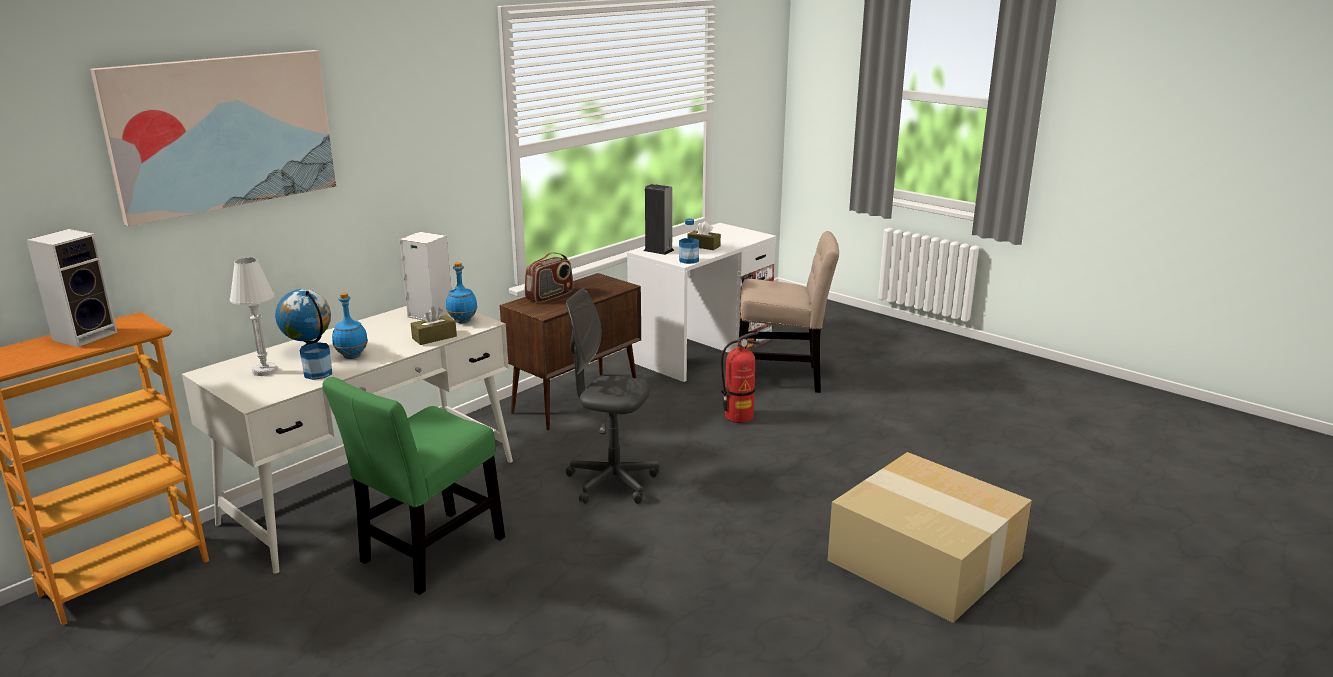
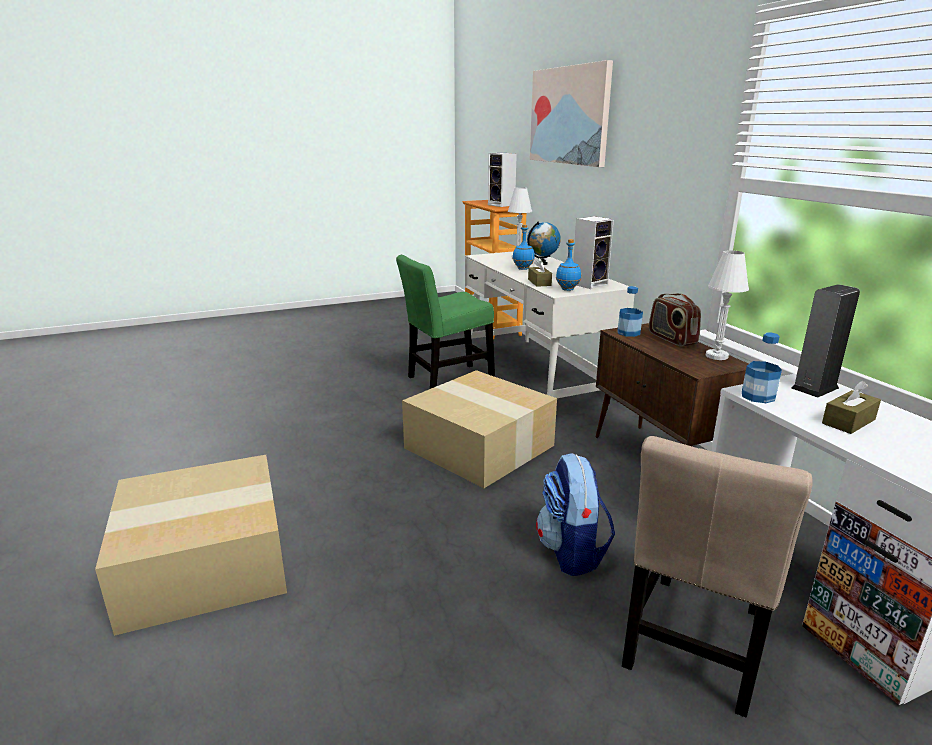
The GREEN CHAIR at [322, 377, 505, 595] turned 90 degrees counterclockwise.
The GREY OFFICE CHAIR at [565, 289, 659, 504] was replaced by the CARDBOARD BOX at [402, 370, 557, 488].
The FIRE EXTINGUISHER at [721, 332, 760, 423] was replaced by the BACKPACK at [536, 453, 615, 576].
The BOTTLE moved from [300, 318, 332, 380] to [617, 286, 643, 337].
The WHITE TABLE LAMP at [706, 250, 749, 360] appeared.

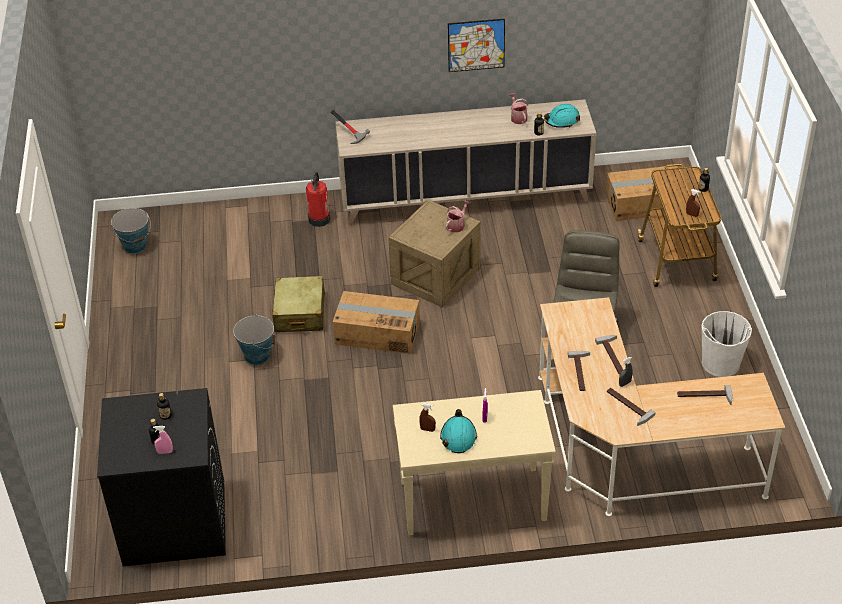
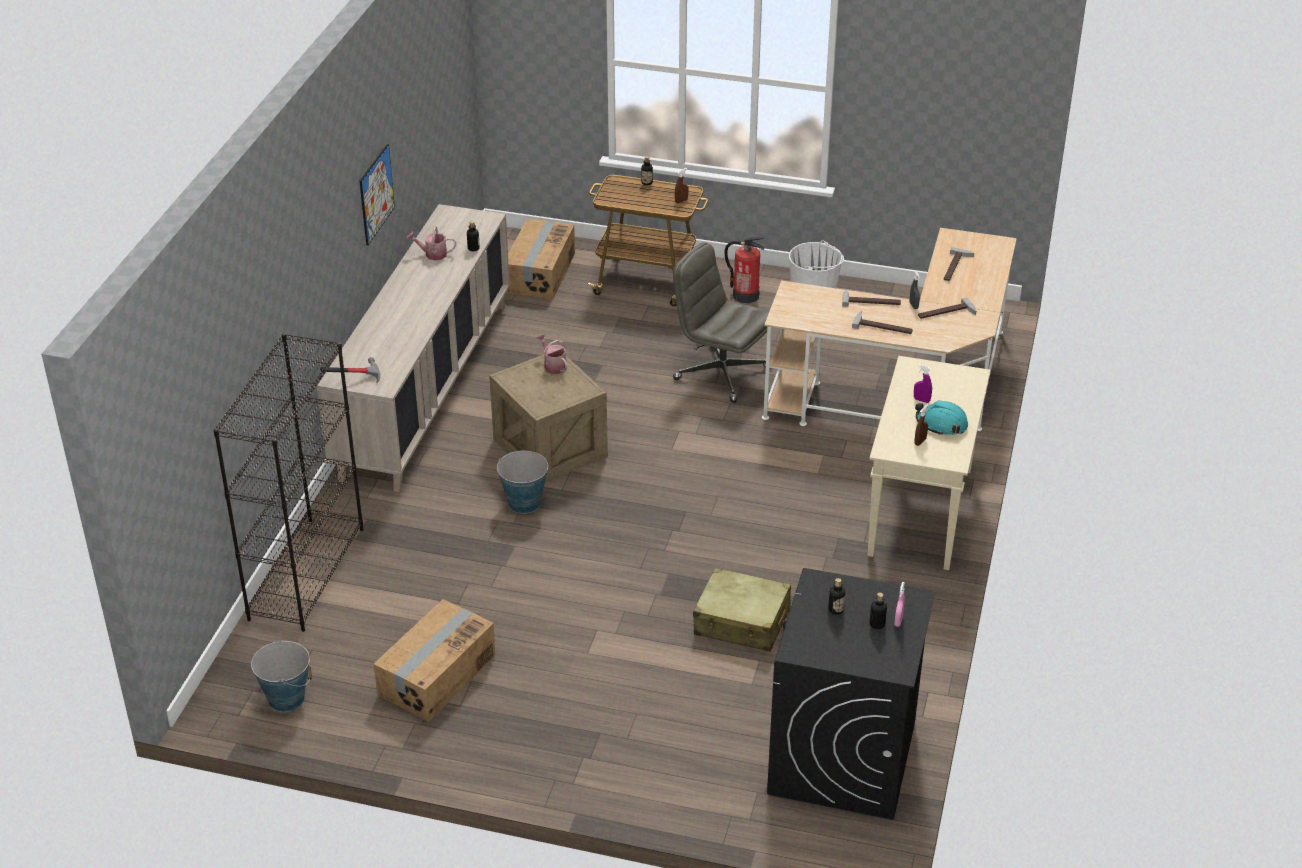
The BLACK BOOKCASE at [213, 333, 363, 632] appeared.
The CARDBOARD BOX moved from [333, 291, 420, 354] to [373, 599, 495, 722].
The BUCKET moved from [233, 314, 276, 365] to [497, 451, 550, 514].
The BEIGE SUITCASE moved from [272, 276, 325, 332] to [693, 568, 791, 652].
The FIRE EXTINGUISHER moved from [306, 172, 330, 227] to [725, 237, 764, 303].
The TURQUOISE HARD HAT at [544, 104, 580, 128] disappeared.

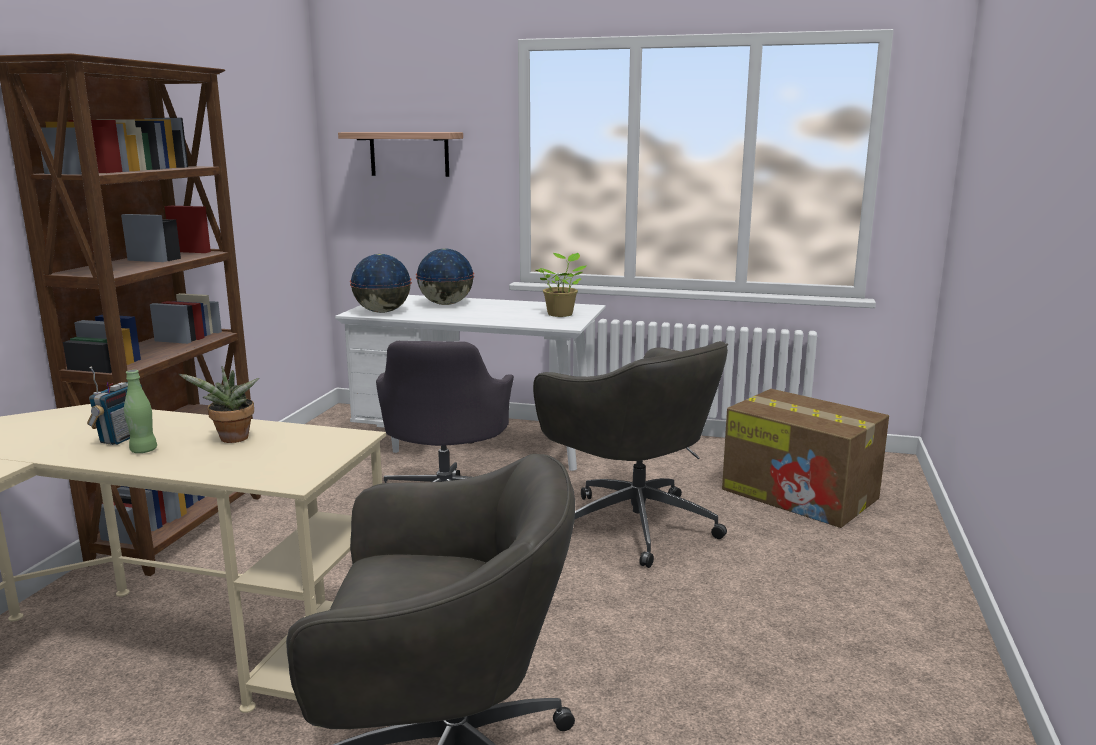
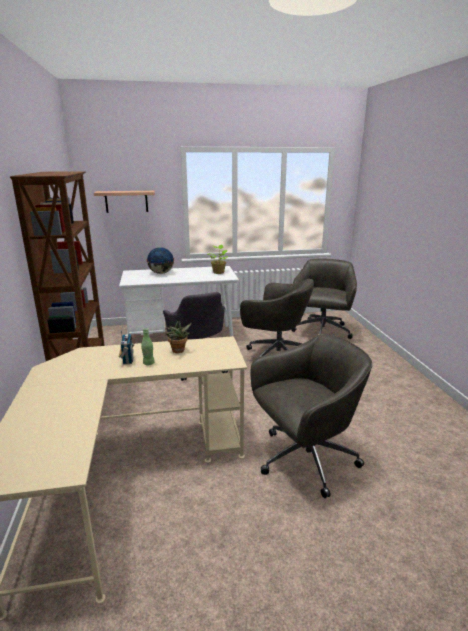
The CARDBOARD BOX at [722, 389, 889, 528] was replaced by the GREY OFFICE CHAIR at [291, 258, 357, 339].
The GLOBE at [350, 254, 412, 313] disappeared.

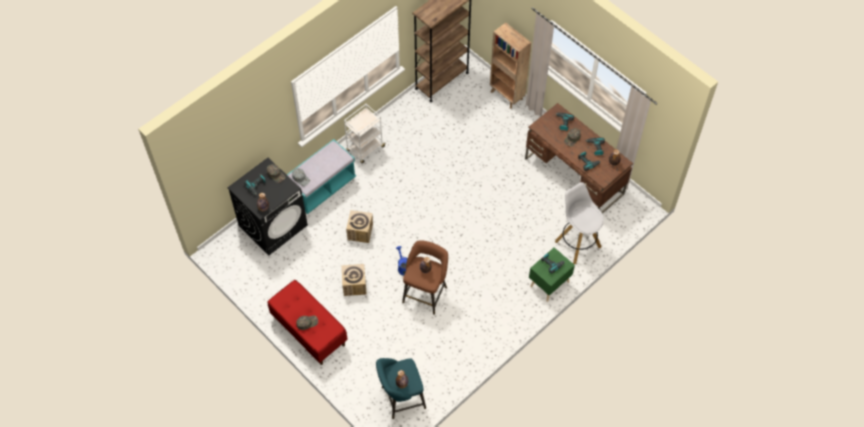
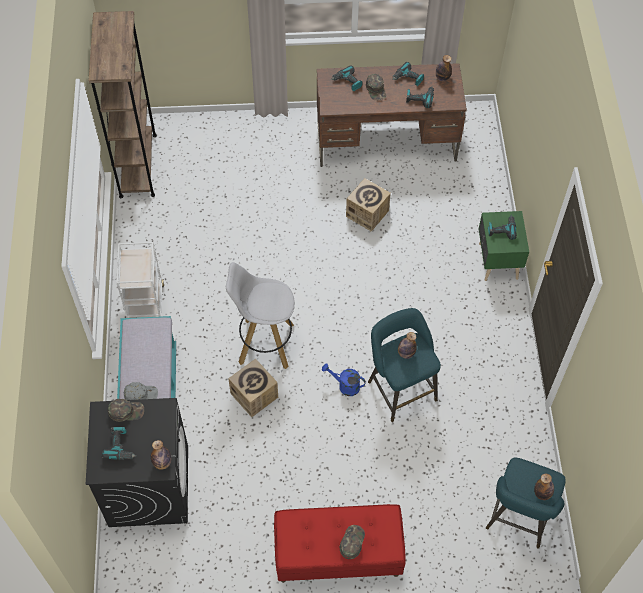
The WHITE STOOL moved from [555, 182, 604, 264] to [226, 262, 295, 369].
The CARDBOARD BOX moved from [342, 264, 367, 296] to [346, 178, 391, 232].
The BROWN STOOL at [402, 240, 448, 315] became the TURQUOISE STOOL at [368, 308, 441, 422].
The BROWN BOOKCASE at [490, 23, 531, 109] disappeared.

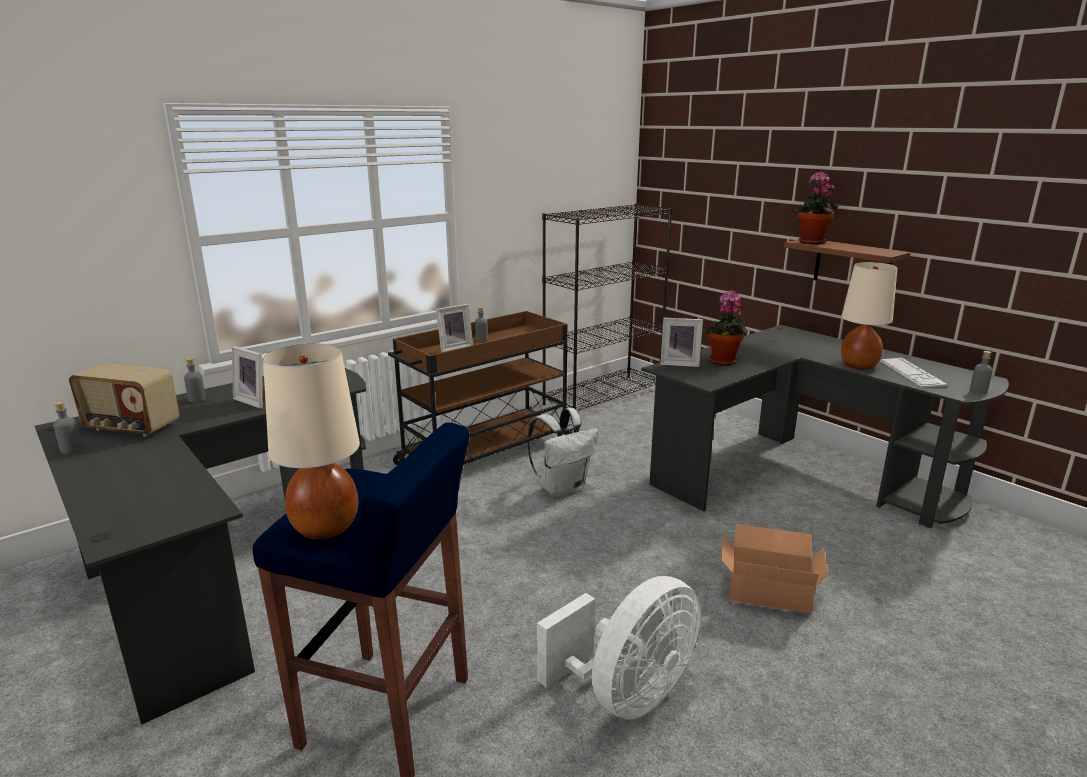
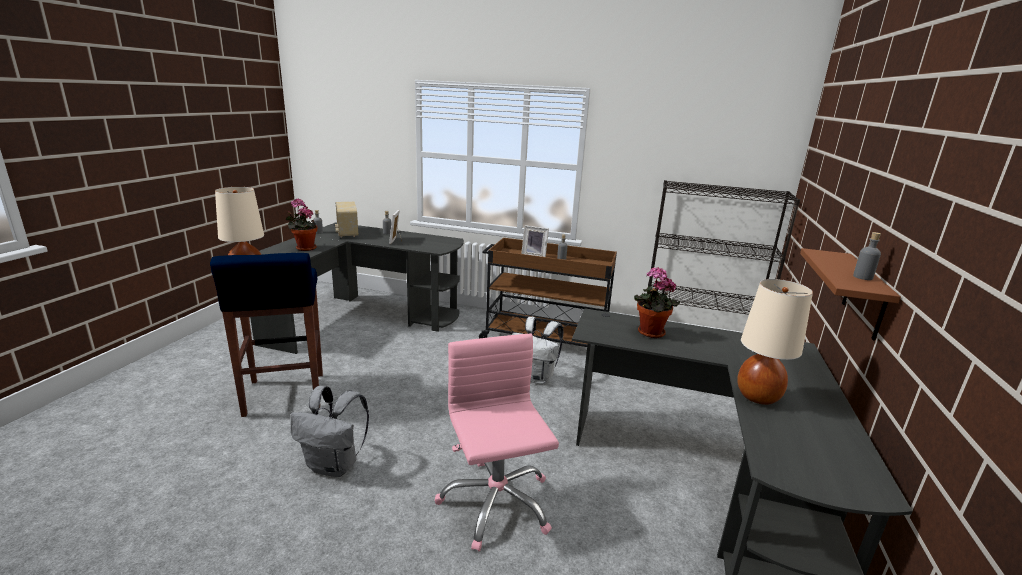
The POTTED PLANT moved from [793, 171, 840, 244] to [286, 198, 317, 251].
The WHITE FAN at [537, 576, 701, 720] was replaced by the GREY BACKPACK at [290, 386, 369, 477].
The CARDBOARD BOX at [721, 524, 828, 614] was replaced by the PINK OFFICE CHAIR at [435, 334, 559, 551].
The GREY BOTTLE moved from [970, 351, 993, 394] to [853, 232, 881, 280].
The PICTURE FRAME at [660, 318, 703, 367] disappeared.
The KEYBOARD at [879, 358, 947, 388] disappeared.

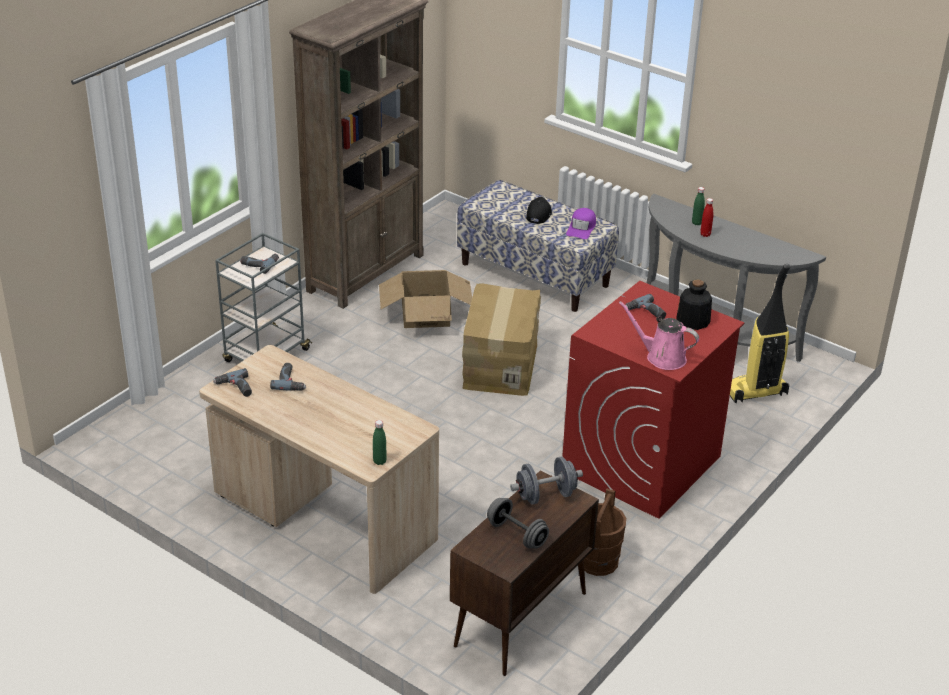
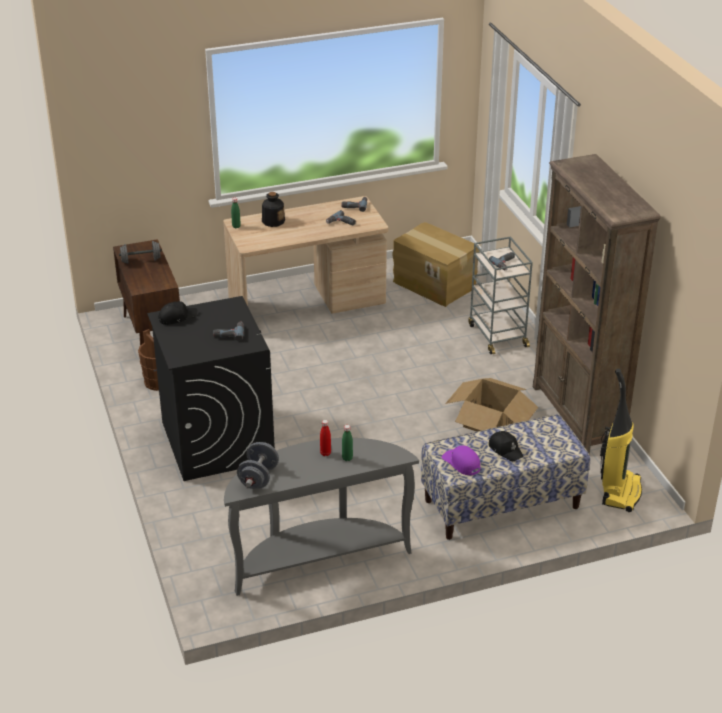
The RED WASHING MACHINE at [562, 281, 745, 519] became the BLACK WASHING MACHINE at [147, 296, 275, 481].
The PINK WATERING CAN at [619, 301, 699, 370] was replaced by the BLACK CAP at [159, 301, 197, 325].
The GREY DUMBBELL moved from [510, 457, 583, 504] to [237, 442, 279, 489].
The BOTTLE moved from [676, 279, 712, 330] to [262, 192, 285, 227].
The CARDBOARD BOX moved from [462, 283, 541, 396] to [392, 222, 480, 307].
The VACUUM CLEANER moved from [730, 264, 791, 403] to [600, 369, 642, 512].

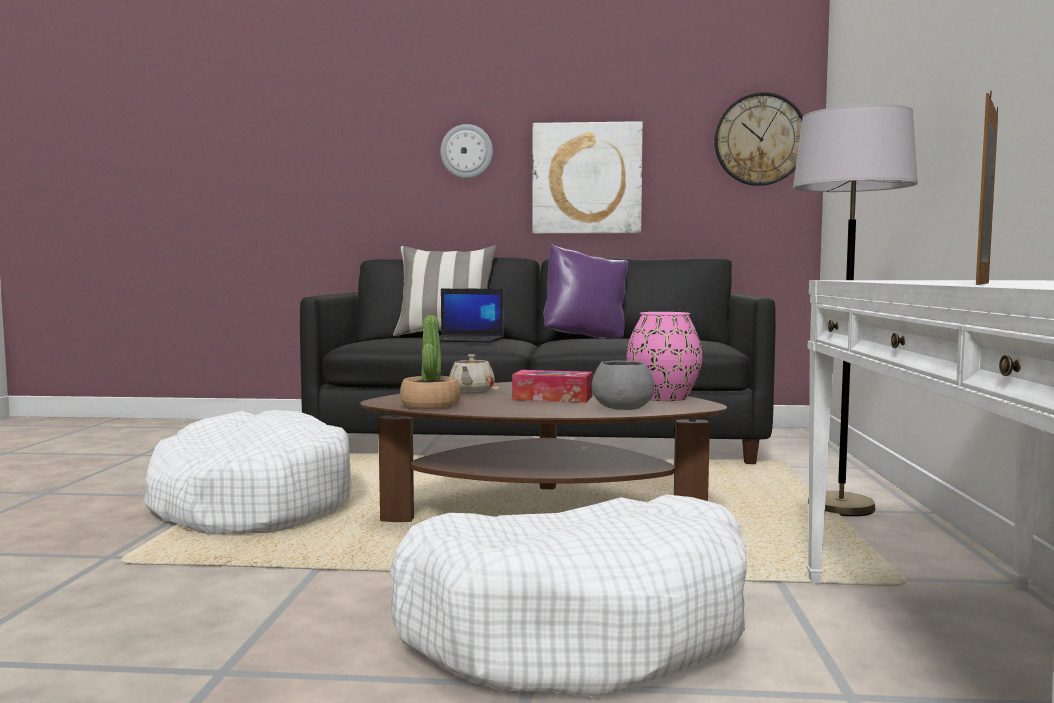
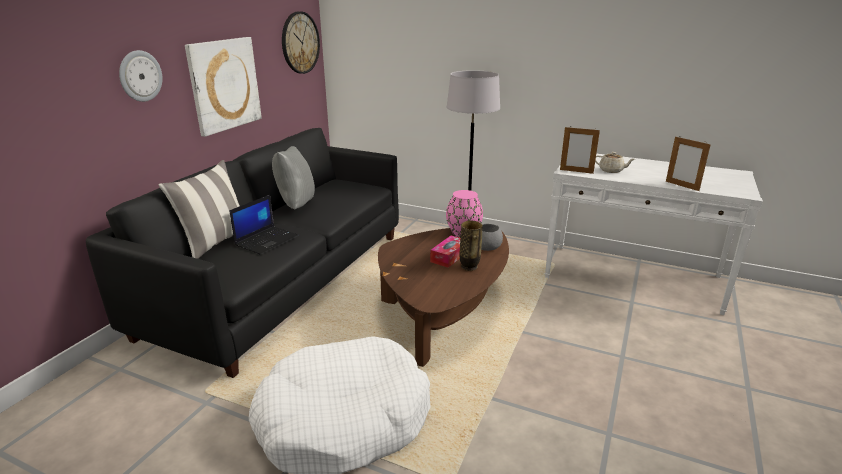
The PURPLE PILLOW at [544, 244, 628, 338] became the GREY PILLOW at [272, 146, 315, 210].
The VASE at [459, 220, 483, 271] appeared.
The PICTURE FRAME at [560, 126, 600, 174] appeared.
The BEIGE TEAPOT moved from [450, 354, 495, 392] to [595, 152, 635, 173].
The WHITE DOG BED at [390, 494, 747, 697] disappeared.
The POTTED PLANT at [400, 315, 461, 409] disappeared.

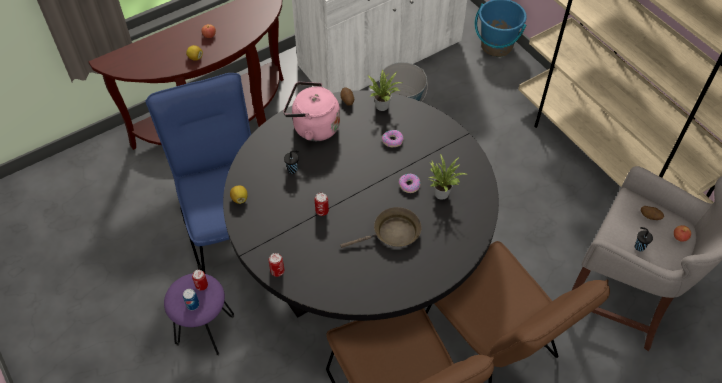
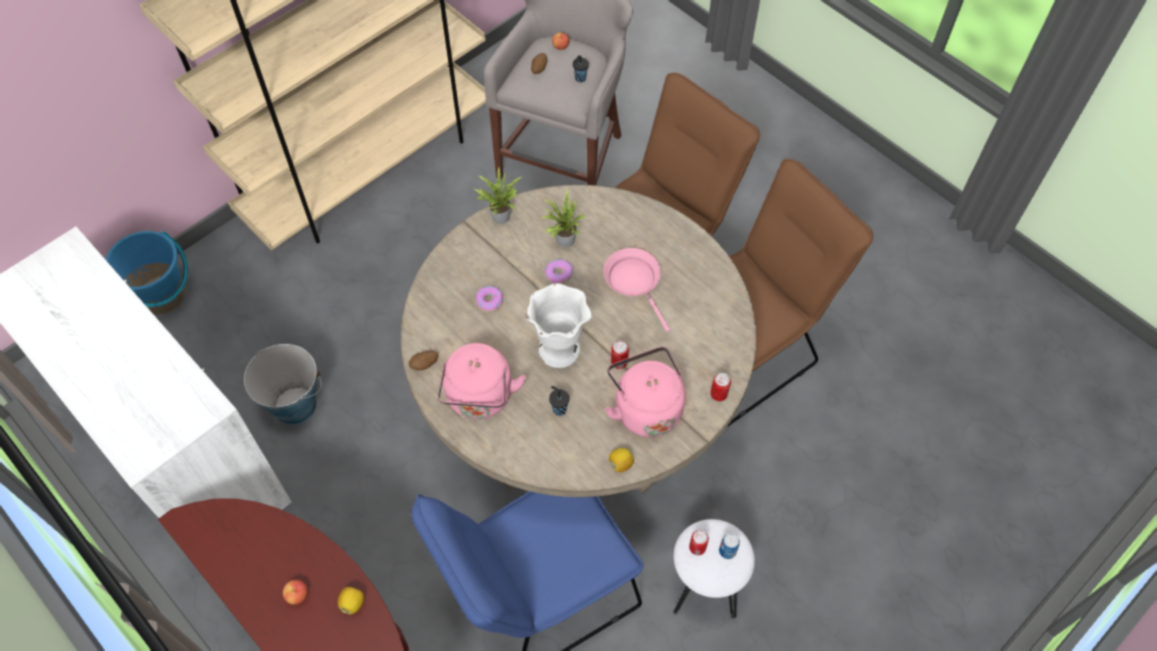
The BLACK DINING TABLE at [223, 90, 499, 321] became the BEIGE DINING TABLE at [401, 185, 756, 497].
The POTTED PLANT moved from [367, 69, 402, 111] to [474, 168, 523, 224].
The WHITE VASE at [525, 283, 592, 368] appeared.
The BROWN FRYING PAN at [340, 207, 422, 248] became the PINK FRYING PAN at [604, 248, 670, 332].
The PINK KETTLE at [605, 347, 685, 437] appeared.
The PURPLE STOOL at [164, 273, 234, 356] became the WHITE STOOL at [673, 519, 755, 619].

